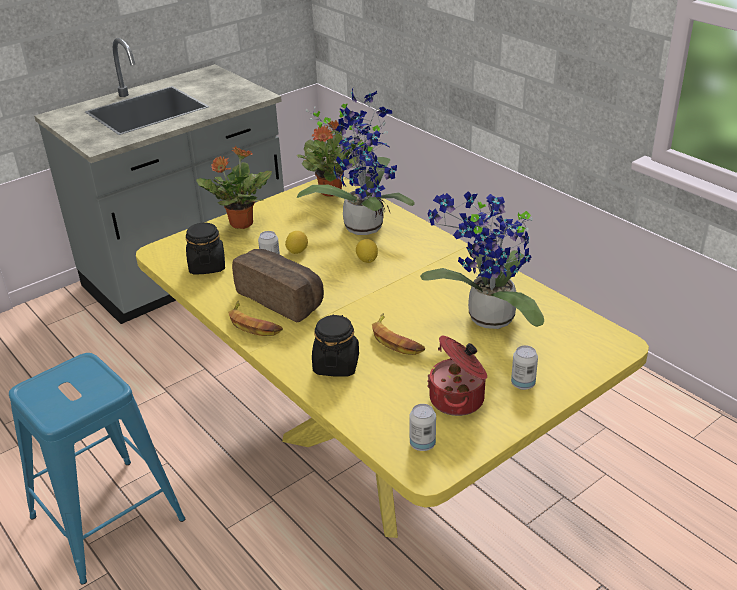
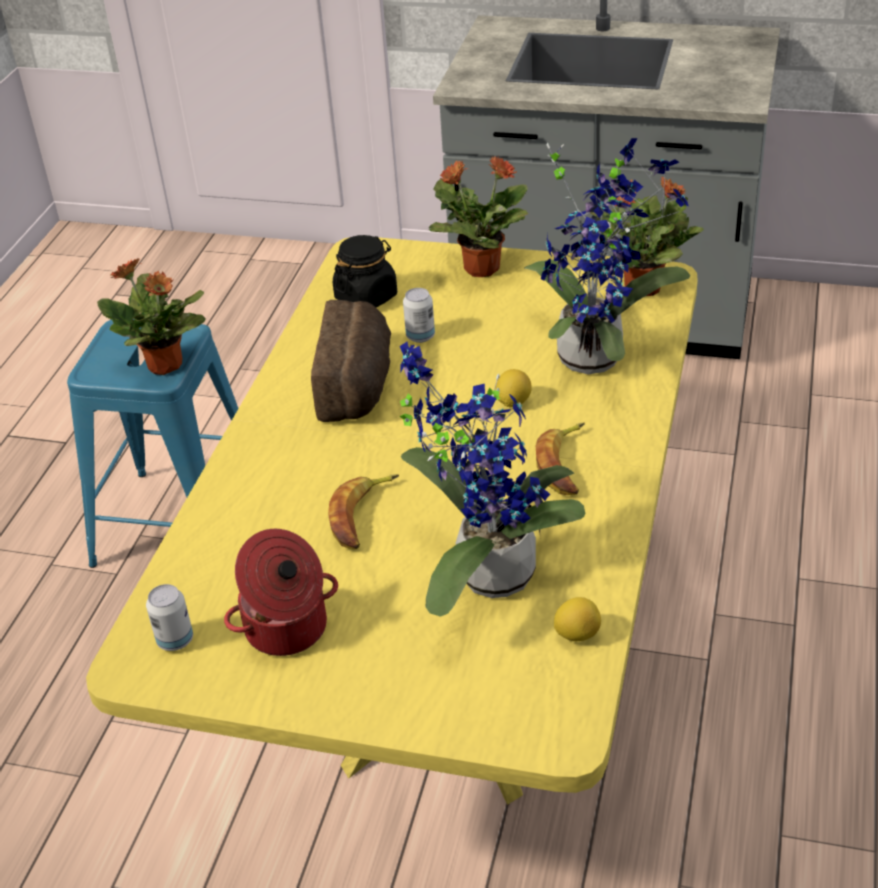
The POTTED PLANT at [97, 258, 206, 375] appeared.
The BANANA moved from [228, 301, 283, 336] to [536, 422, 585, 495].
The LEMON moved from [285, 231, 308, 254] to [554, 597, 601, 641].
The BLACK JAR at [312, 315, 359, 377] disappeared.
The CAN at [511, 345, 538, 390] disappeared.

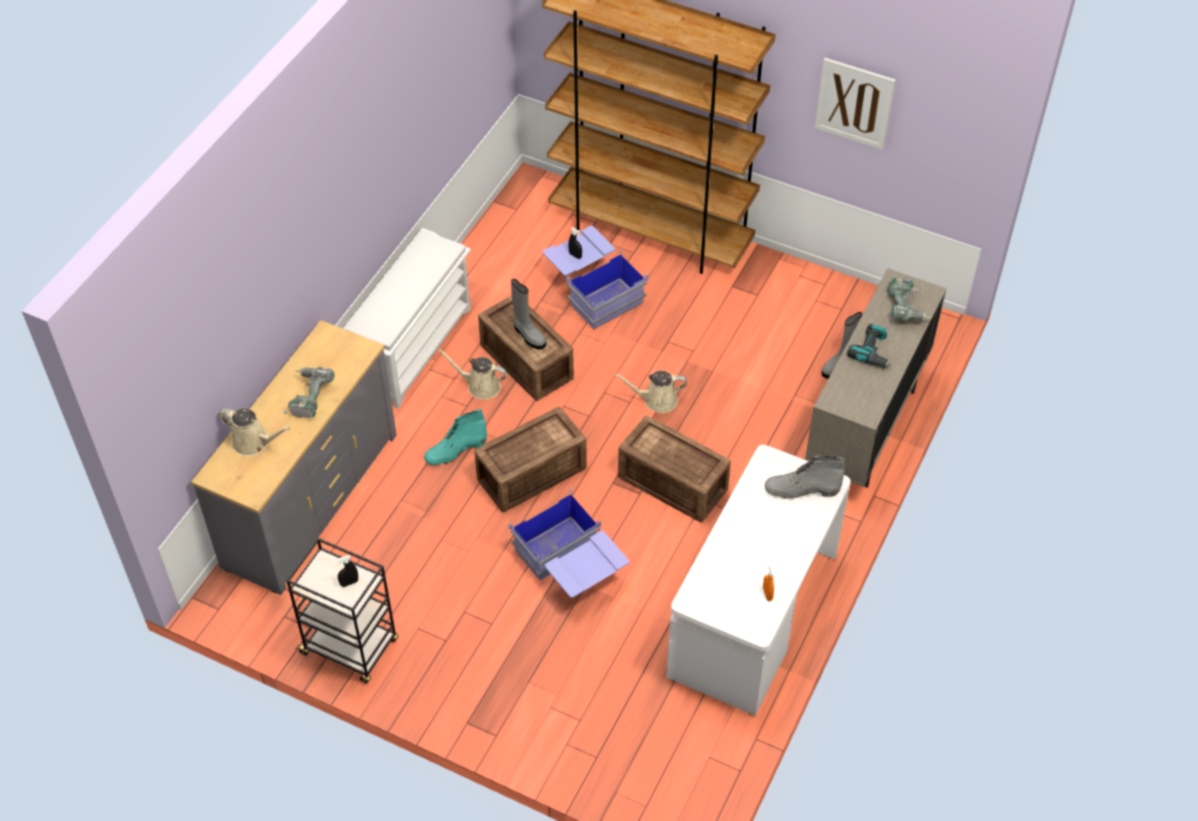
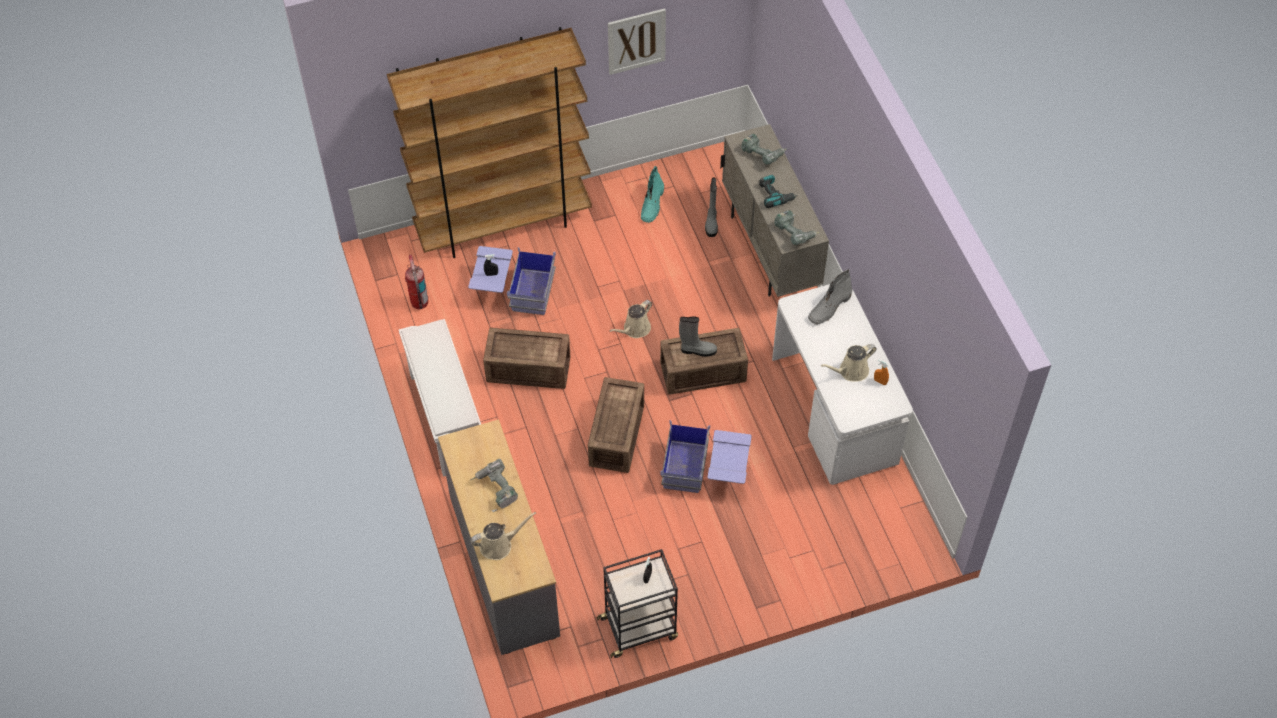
The FIRE EXTINGUISHER at [405, 255, 428, 309] appeared.
The TURQUOISE BOOT moved from [424, 409, 487, 465] to [641, 166, 664, 223].
The GREY BOOT moved from [511, 279, 546, 350] to [679, 316, 717, 357].
The POWER DRILL at [774, 210, 820, 245] appeared.
The BEIGE WATERING CAN moved from [437, 349, 507, 400] to [821, 344, 877, 381].

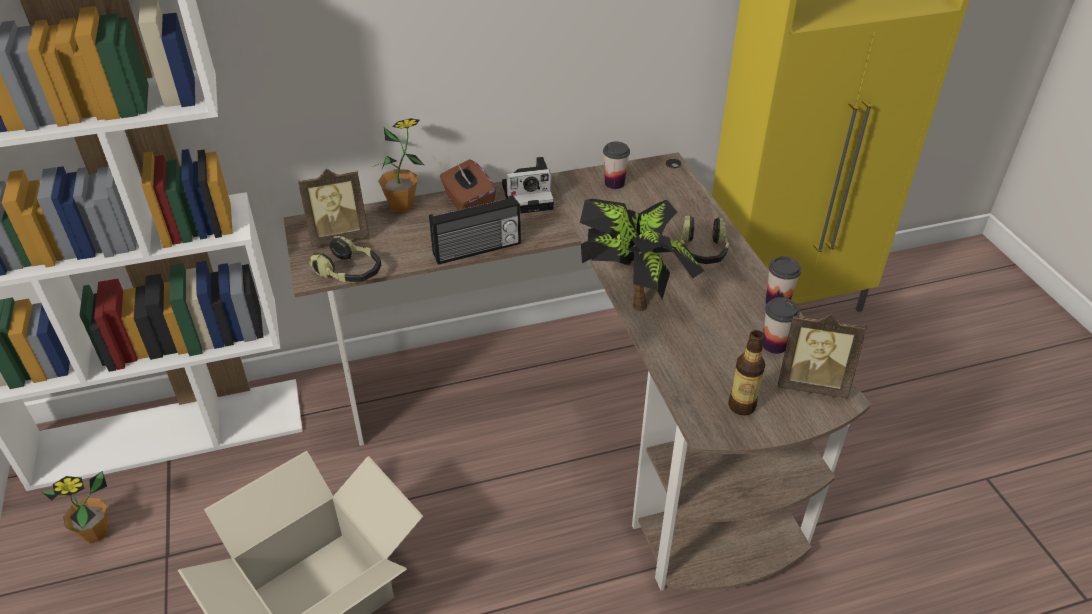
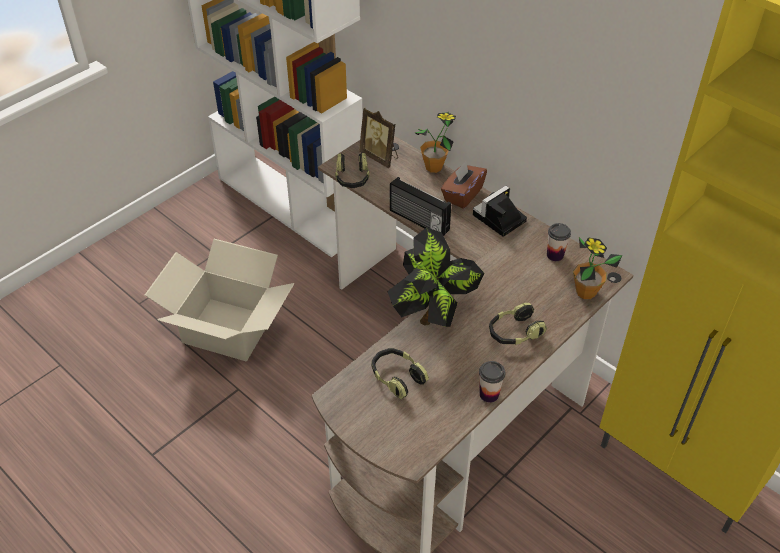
The HEADPHONES at [371, 348, 429, 399] appeared.
The PHOTO CAMERA at [502, 157, 554, 214] turned 90 degrees clockwise.
The POTTED PLANT moved from [40, 471, 108, 543] to [573, 237, 623, 299].
The BOTTLE at [728, 330, 765, 415] disappeared.
The CUP at [763, 297, 800, 354] disappeared.
The PICTURE FRAME at [778, 314, 867, 399] disappeared.

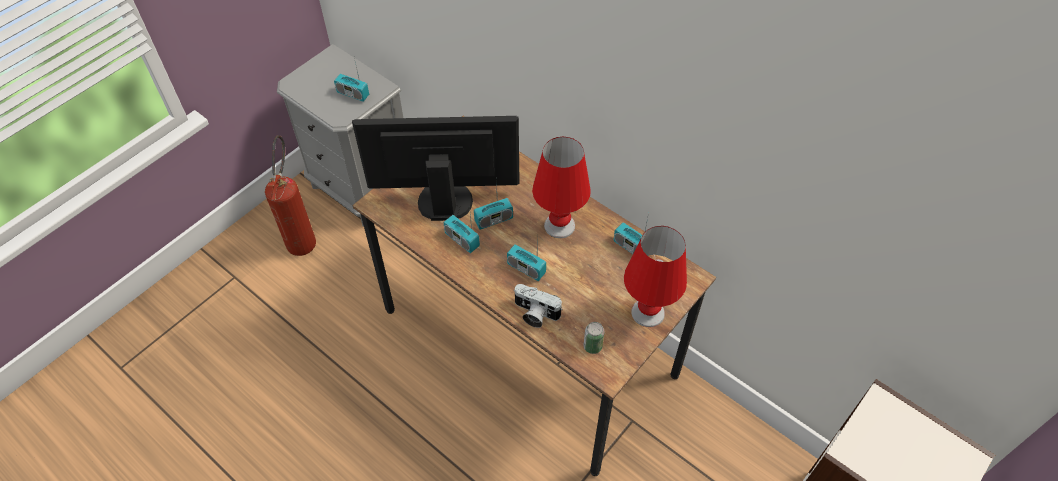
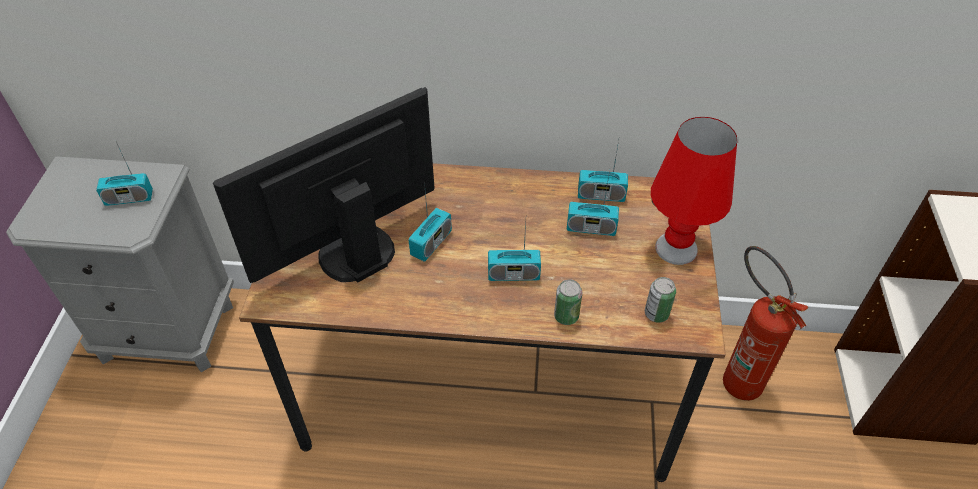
The PHOTO CAMERA at [514, 284, 563, 328] was replaced by the CAN at [554, 279, 582, 325].
The RADIO moved from [443, 205, 480, 253] to [567, 170, 619, 236].
The FIRE EXTINGUISHER moved from [265, 135, 316, 256] to [723, 246, 808, 401].
The RED TABLE LAMP at [532, 137, 591, 238] disappeared.

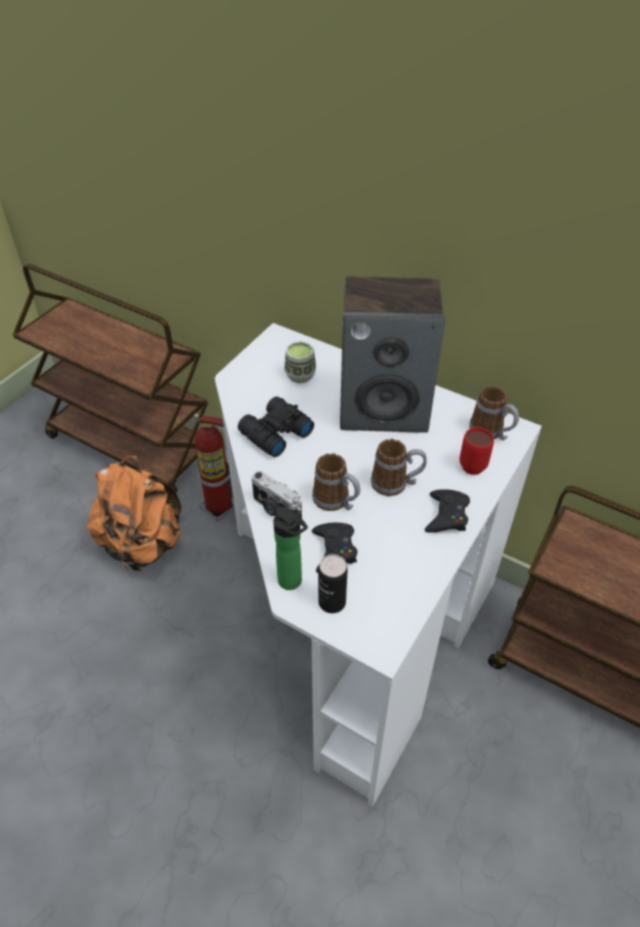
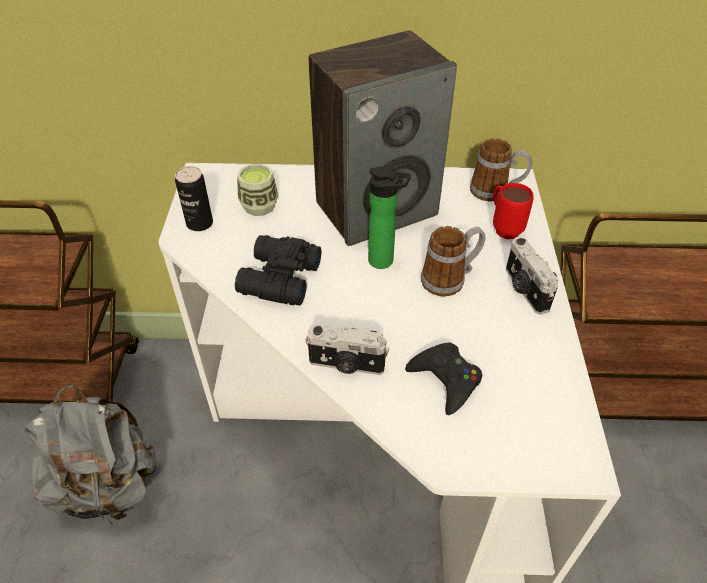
The ORANGE BACKPACK at [86, 456, 181, 571] became the GREY BACKPACK at [25, 384, 156, 527].
The CAN moved from [318, 554, 348, 613] to [175, 166, 213, 231].
The BOTTLE moved from [273, 506, 308, 590] to [368, 167, 411, 269].
The BLACK GAME CONTROLLER at [425, 489, 470, 533] was replaced by the PHOTO CAMERA at [506, 238, 559, 315].
The FIRE EXTINGUISHER at [194, 416, 235, 522] disappeared.
The MUG at [312, 453, 360, 511] disappeared.

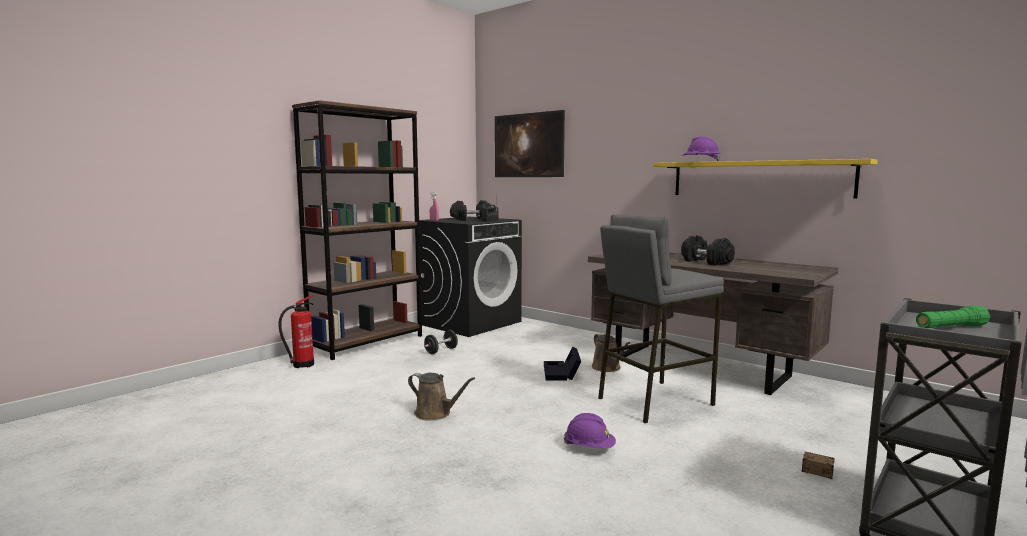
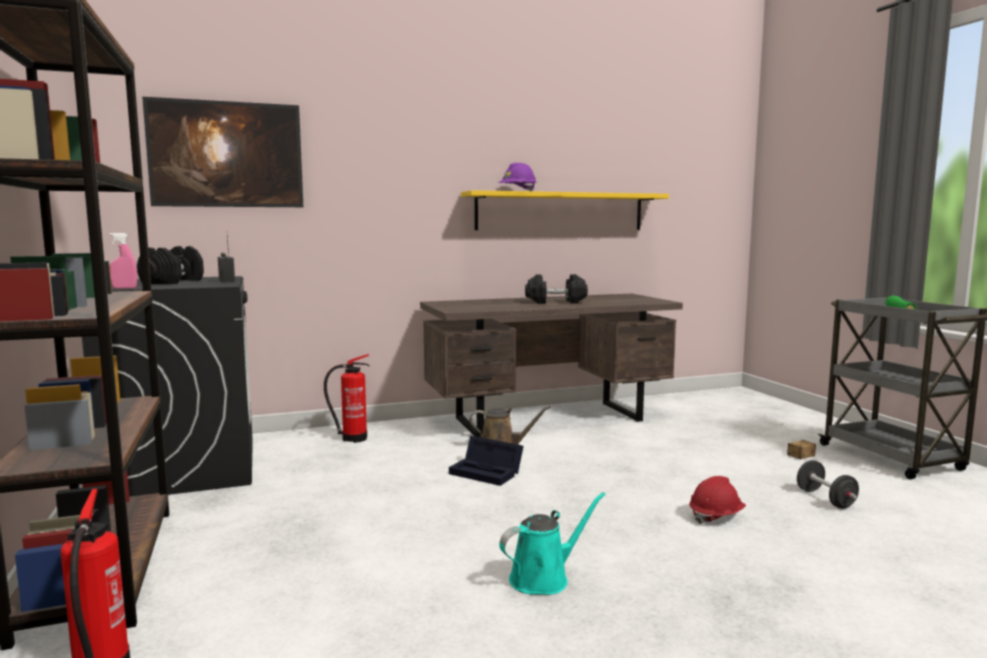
The FIRE EXTINGUISHER at [324, 354, 369, 443] appeared.
The BROWN WATERING CAN at [408, 373, 475, 421] became the TURQUOISE WATERING CAN at [499, 492, 606, 595].
The PURPLE HARD HAT at [564, 413, 616, 448] became the RED HARD HAT at [689, 476, 746, 524].
The BLACK DUMBBELL moved from [424, 330, 458, 354] to [797, 460, 859, 509].
The GREY STOOL at [598, 214, 724, 423] disappeared.

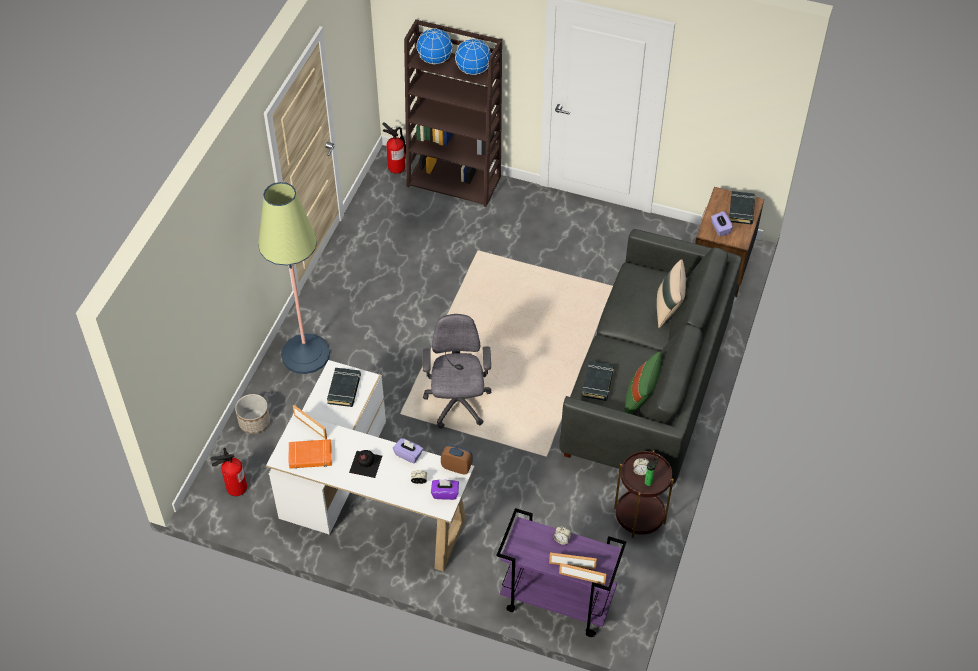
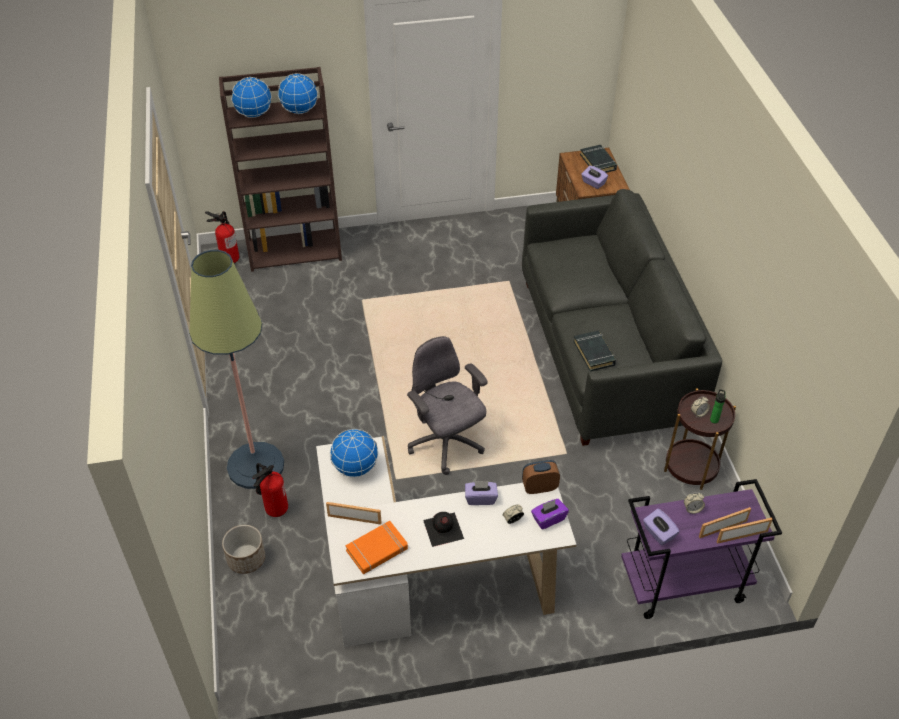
The FIRE EXTINGUISHER moved from [210, 448, 247, 496] to [252, 463, 288, 517].
The BLACK BOOK at [327, 368, 361, 407] was replaced by the GLOBE at [330, 429, 379, 477].
The PURPLE TISSUE BOX at [643, 508, 679, 545] appeared.
The GREEN PILLOW at [624, 352, 661, 414] disappeared.
The BEIGE PILLOW at [657, 259, 686, 328] disappeared.

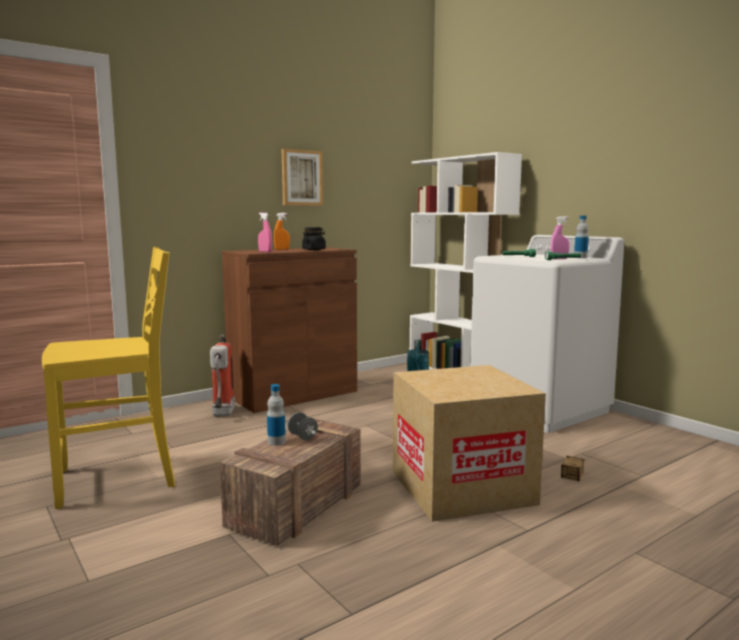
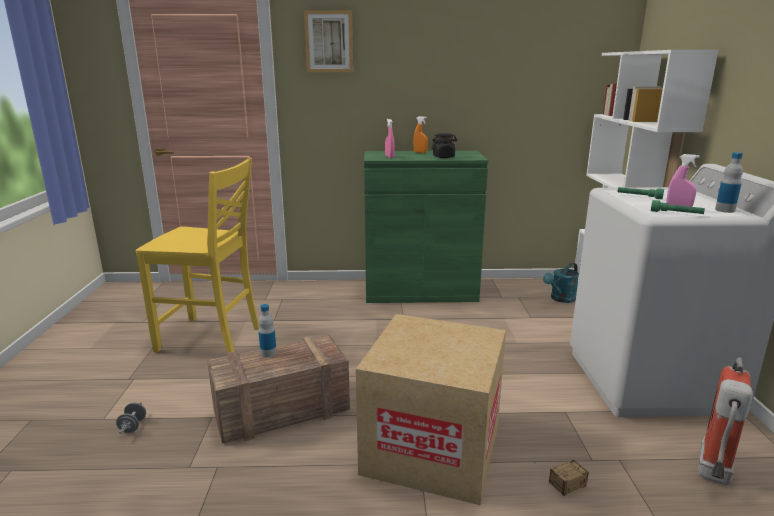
The GREY DUMBBELL moved from [287, 412, 318, 440] to [116, 402, 146, 434].
The PICTURE moved from [282, 149, 323, 206] to [304, 11, 353, 72].
The BROWN CABINET at [222, 247, 357, 413] became the GREEN CABINET at [364, 151, 488, 303].
The FIRE EXTINGUISHER moved from [210, 334, 235, 417] to [698, 357, 753, 485].

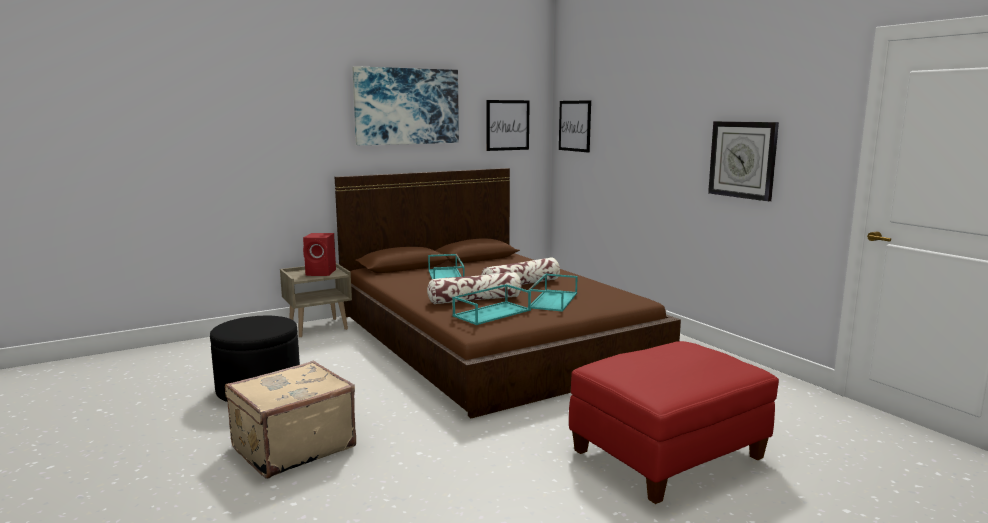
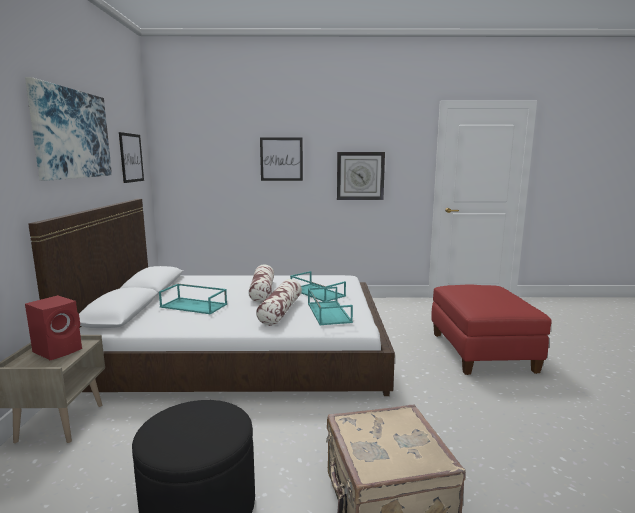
The BROWN BED at [335, 168, 681, 418] became the WHITE BED at [28, 199, 395, 396].
The PICTURE moved from [559, 100, 591, 153] to [260, 138, 303, 181].

